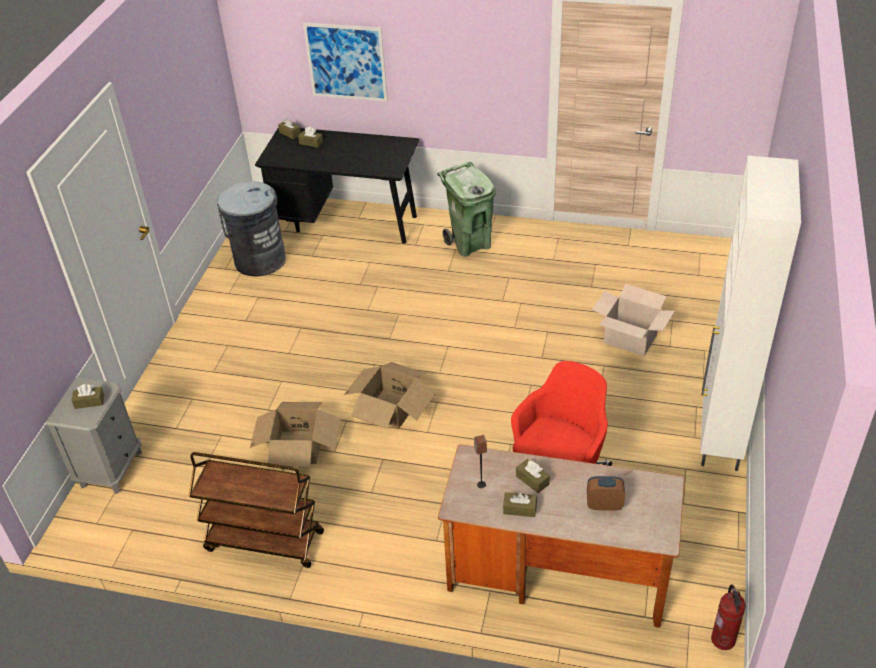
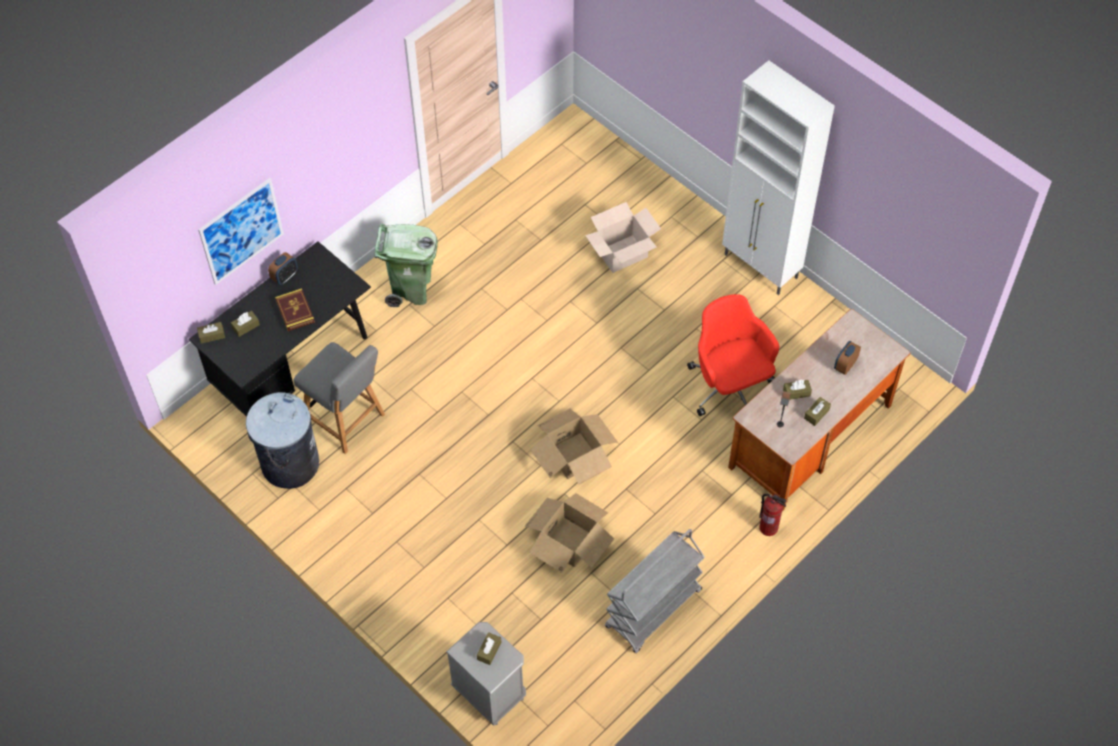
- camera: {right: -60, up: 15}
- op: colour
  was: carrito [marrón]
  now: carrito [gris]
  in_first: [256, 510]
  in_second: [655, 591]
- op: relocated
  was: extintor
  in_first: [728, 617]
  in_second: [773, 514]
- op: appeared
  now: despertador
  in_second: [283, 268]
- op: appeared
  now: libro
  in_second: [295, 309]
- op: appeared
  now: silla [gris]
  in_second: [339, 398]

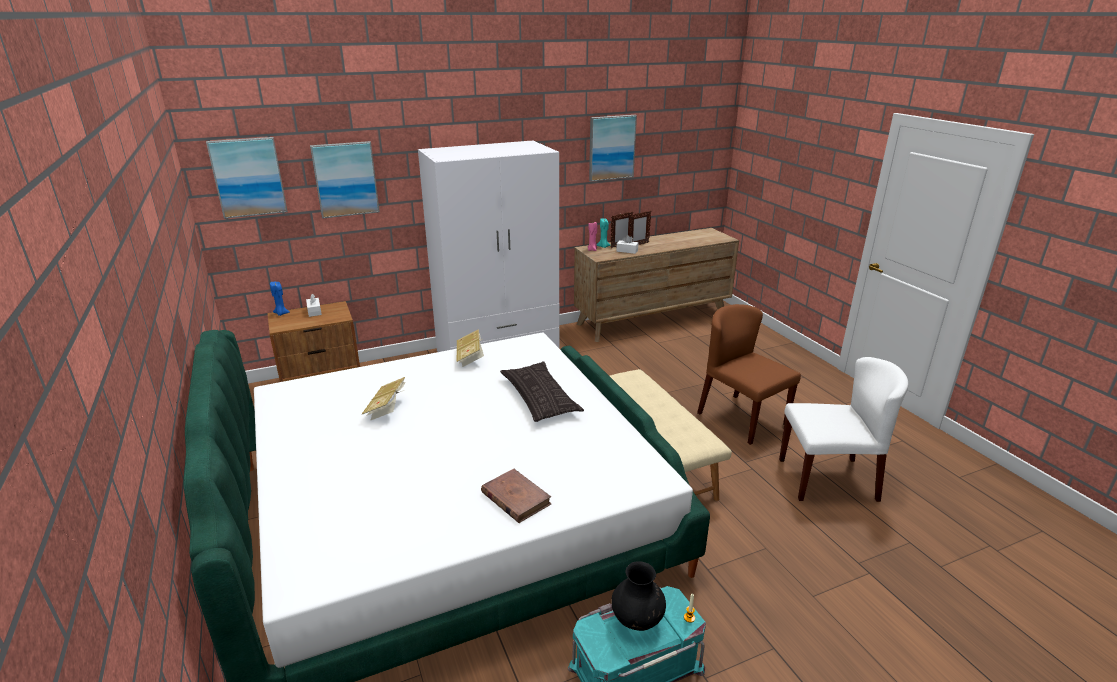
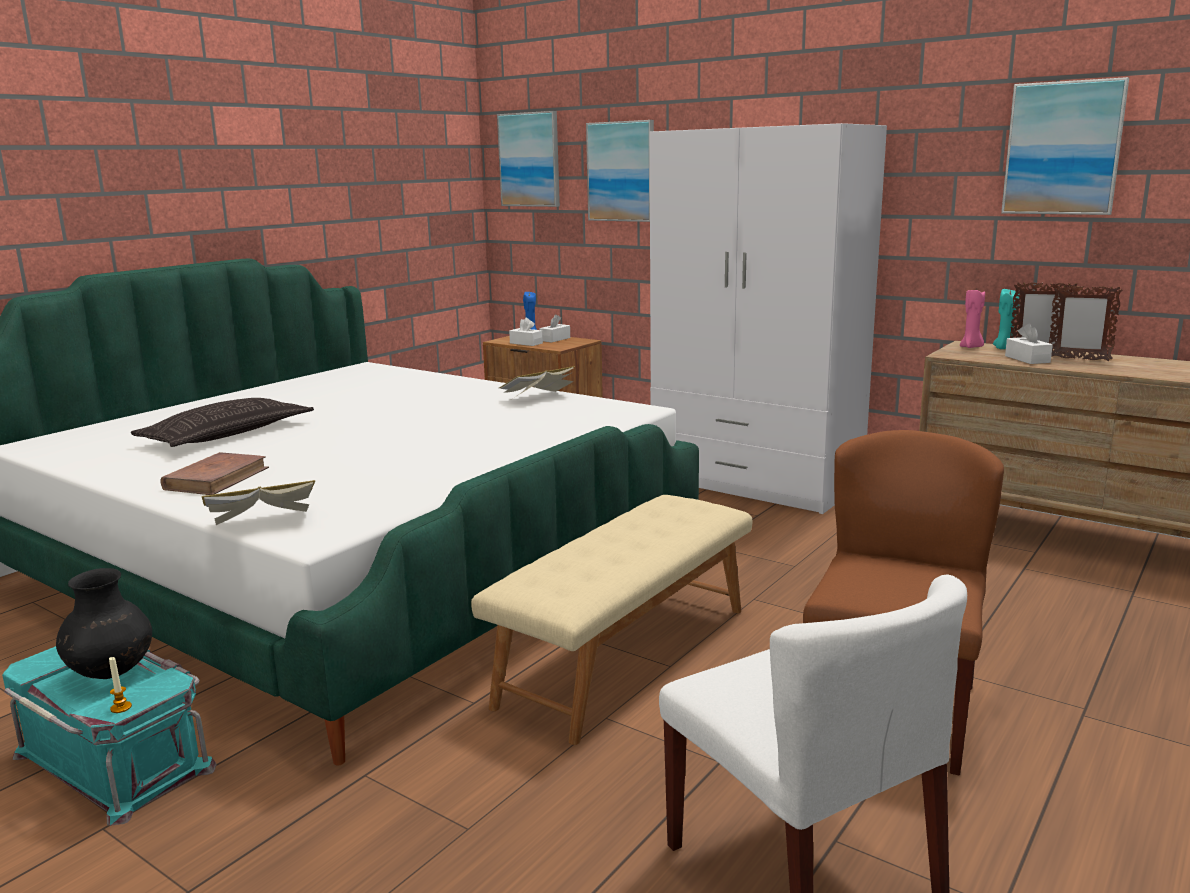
- camera: {right: 60, up: -10}
- op: relocated
  was: cojín
  in_first: [542, 391]
  in_second: [222, 422]
- op: relocated
  was: libro
  in_first: [383, 399]
  in_second: [258, 502]
- op: appeared
  now: caja de pañuelos [blanco]
  in_second: [526, 332]

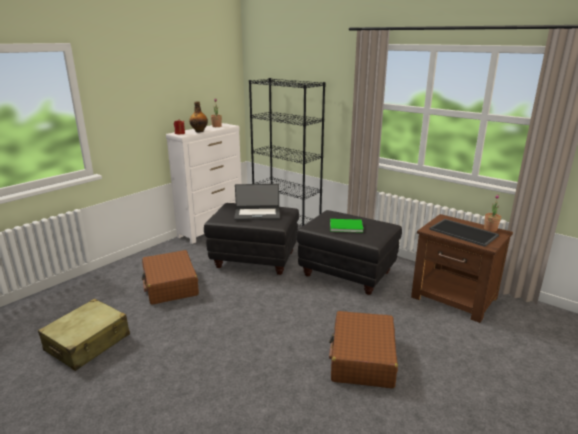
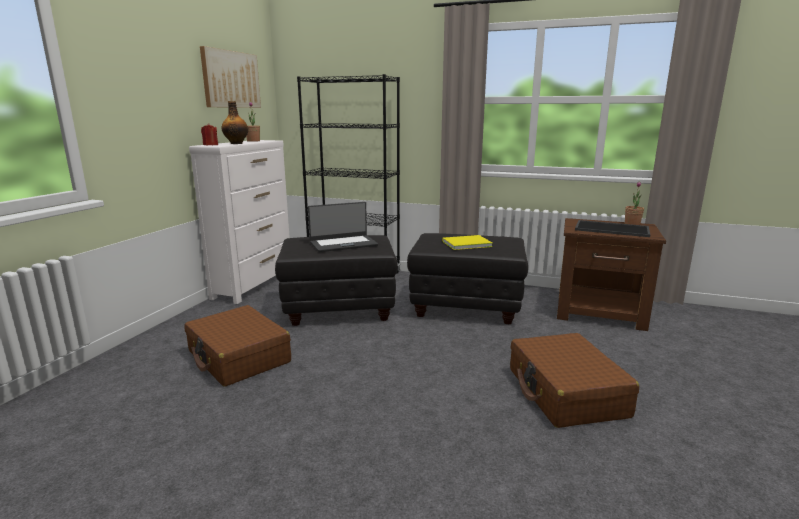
- camera: {right: -20, up: -5}
- op: colour
  was: libro [verde]
  now: libro [amarillo]
  in_first: [346, 226]
  in_second: [467, 242]
- op: missing
  was: maleta [beis]
  in_first: [84, 335]
- op: appeared
  now: cuadro
  in_second: [230, 77]

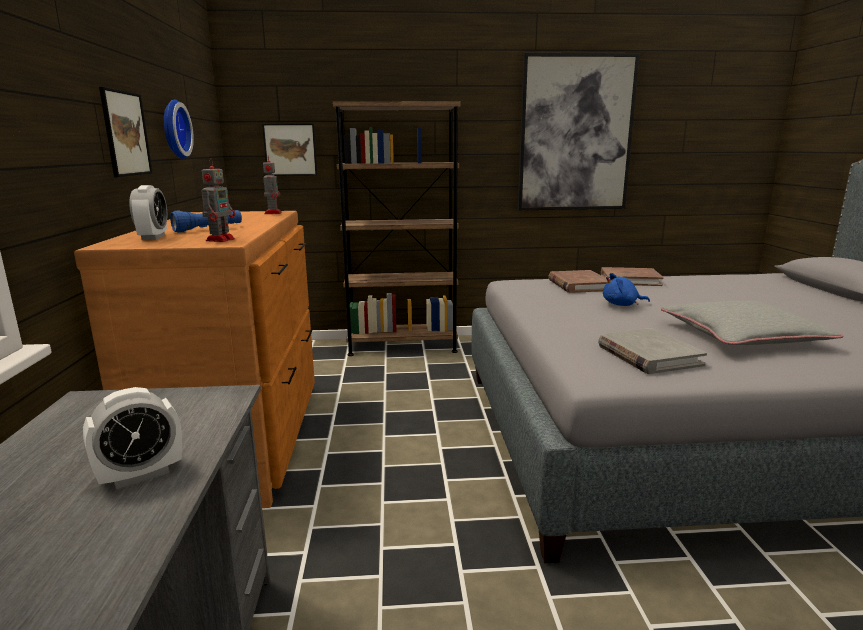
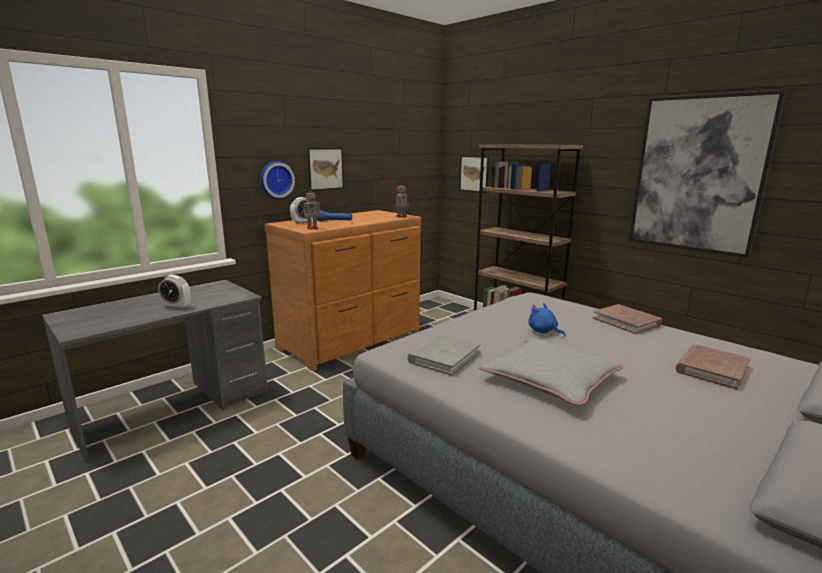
- camera: {right: 50, up: 0}
- op: relocated
  was: reloj de pared
  in_first: [179, 129]
  in_second: [277, 180]
- op: relocated
  was: libro [marrón]
  in_first: [578, 281]
  in_second: [712, 366]

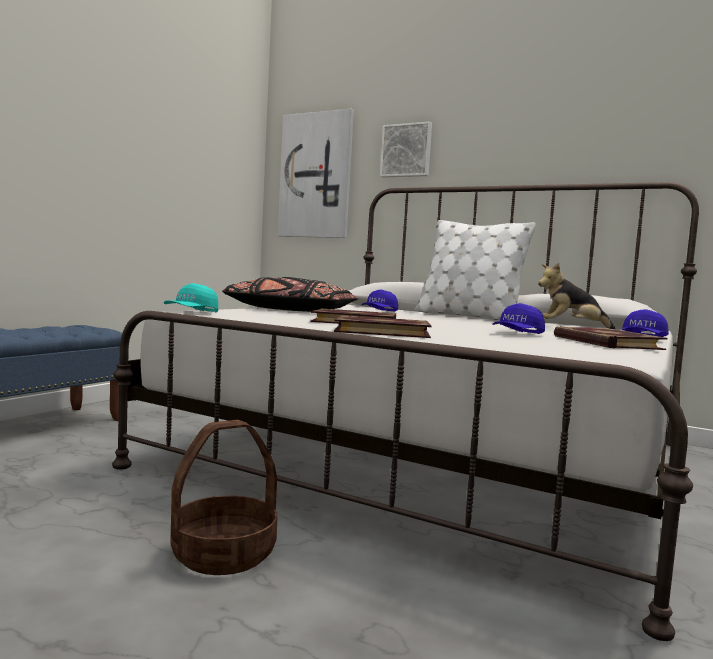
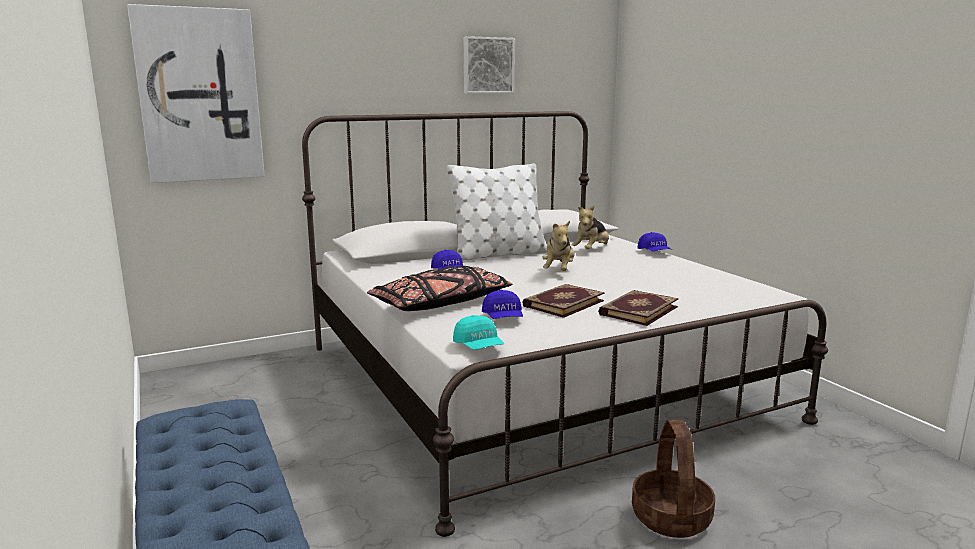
- camera: {right: -55, up: 10}
- op: relocated
  was: cuadro
  in_first: [406, 150]
  in_second: [489, 65]
- op: relocated
  was: gorra [azul]
  in_first: [518, 318]
  in_second: [502, 304]
- op: missing
  was: libro
  in_first: [610, 338]
- op: appeared
  now: peluche
  in_second: [559, 246]

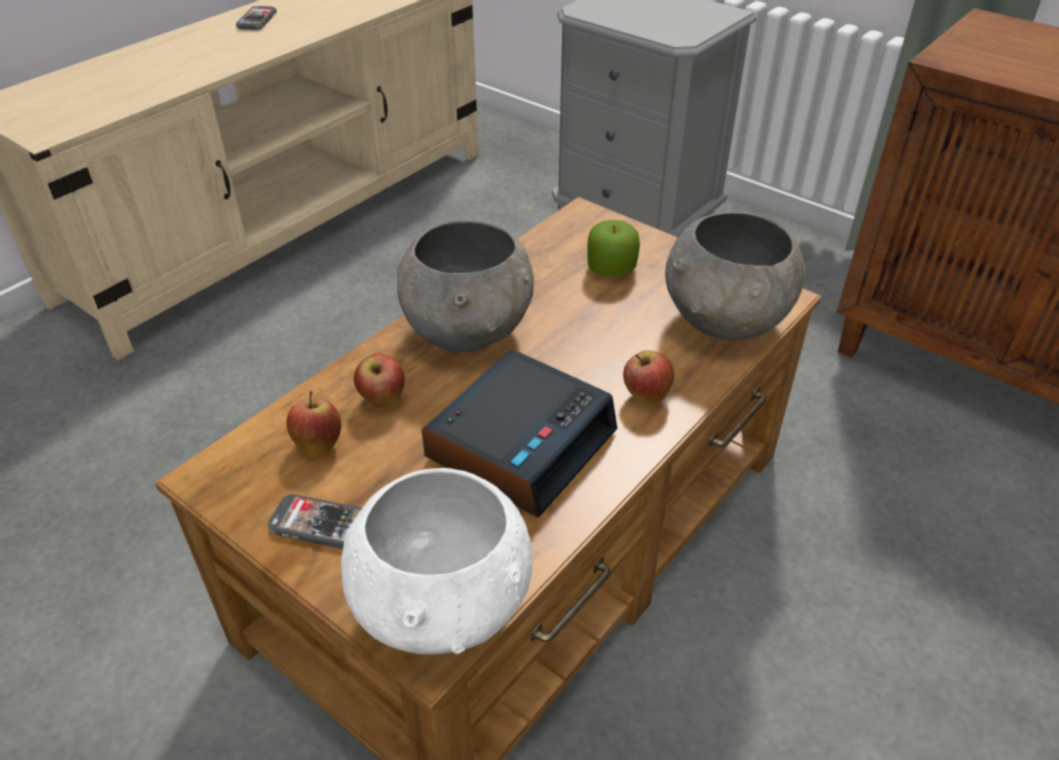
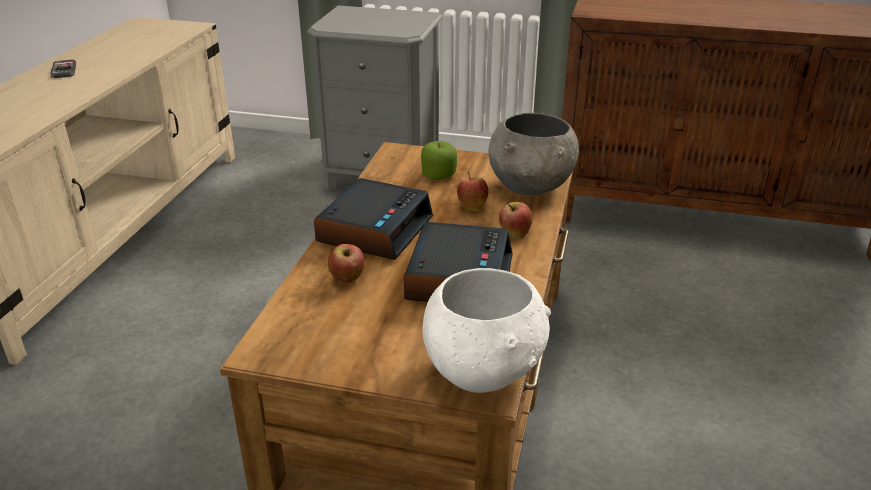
- camera: {right: -25, up: -10}
- op: exchanged
  was: cuenco [gris]
  now: despertador
  in_first: [465, 286]
  in_second: [373, 219]
- op: relocated
  was: manzana
  in_first: [314, 424]
  in_second: [472, 191]
- op: missing
  was: móvil
  in_first: [315, 521]

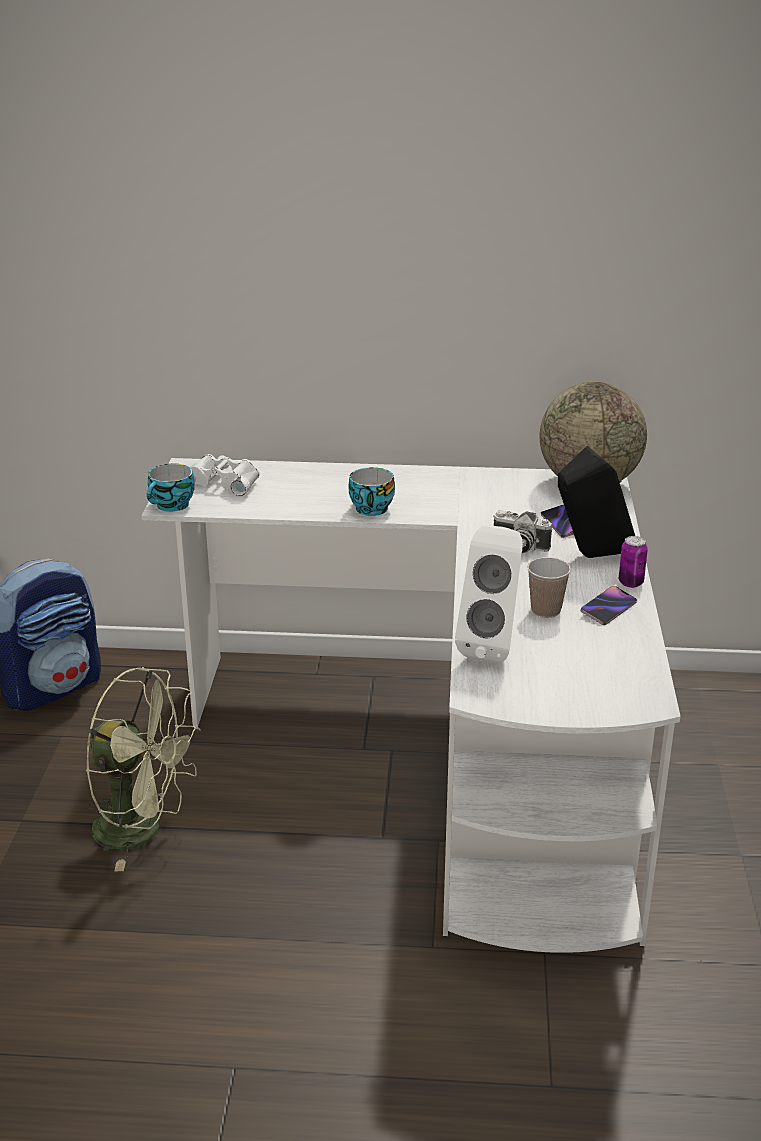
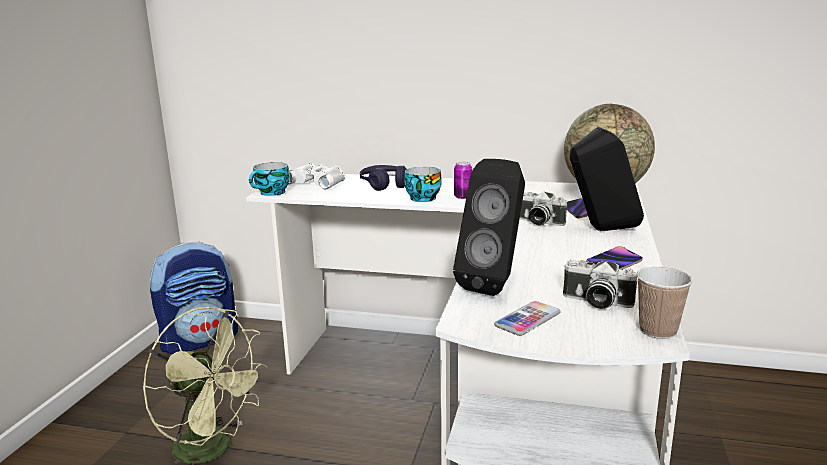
- camera: {right: 10, up: -10}
- op: colour
  was: altavoz [blanco]
  now: altavoz [negro]
  in_first: [489, 595]
  in_second: [489, 227]
- op: relocated
  was: lata
  in_first: [633, 562]
  in_second: [463, 180]
- op: relocated
  was: taza
  in_first: [549, 587]
  in_second: [665, 303]
- op: appeared
  now: auriculares [morado]
  in_second: [383, 178]
- op: appeared
  now: cámara
  in_second: [600, 284]
- op: appeared
  now: móvil
  in_second: [527, 318]

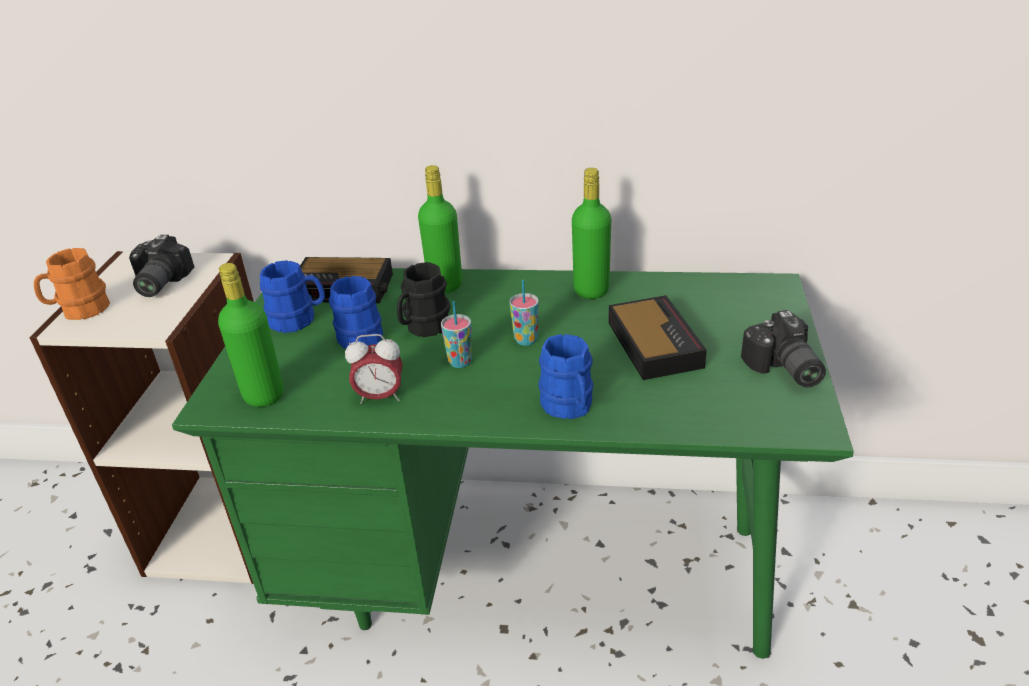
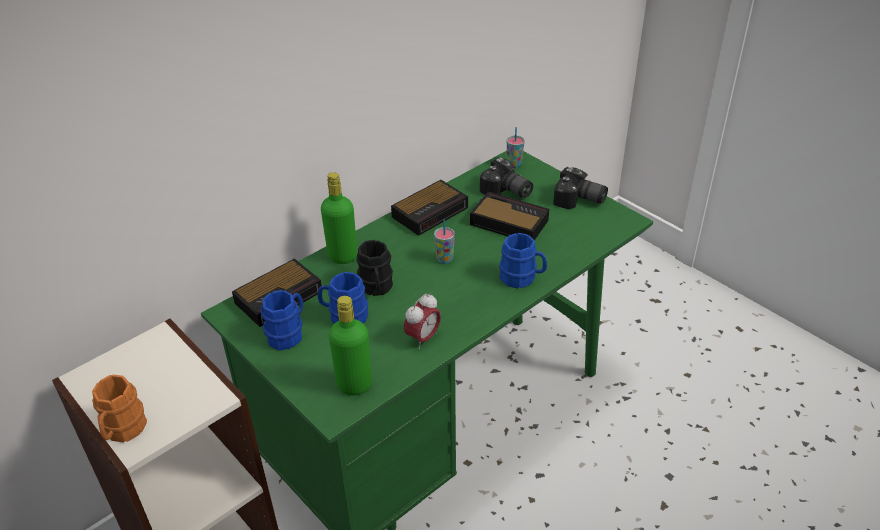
- camera: {right: -50, up: 5}
- op: exchanged
  was: botella [verde]
  now: despertador
  in_first: [591, 233]
  in_second: [429, 208]
- op: relocated
  was: cámara
  in_first: [161, 266]
  in_second: [506, 177]
- op: relocated
  was: taza
  in_first: [456, 334]
  in_second: [515, 147]

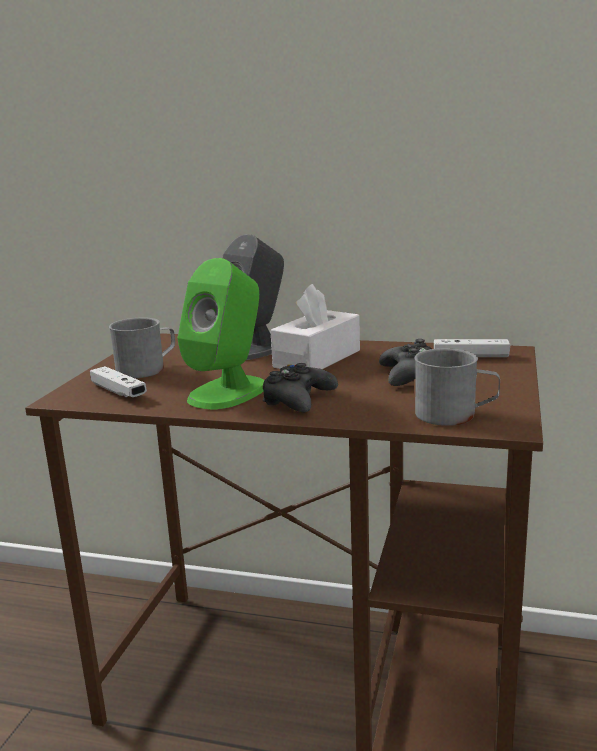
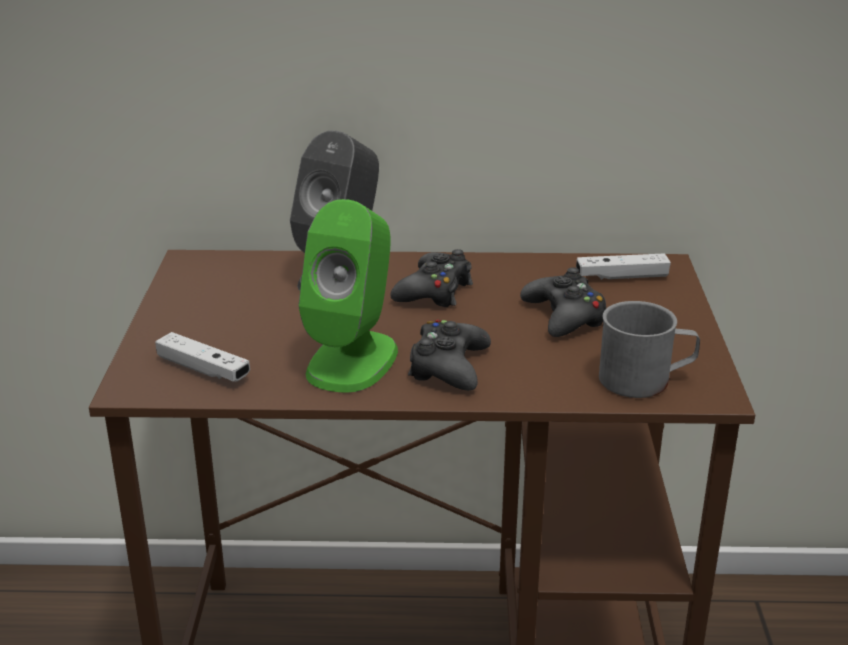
- camera: {right: -15, up: 10}
- op: exchanged
  was: caja de pañuelos [blanco]
  now: mando de consola [negro]
  in_first: [315, 326]
  in_second: [431, 278]
- op: missing
  was: taza grande [gris]
  in_first: [142, 348]

